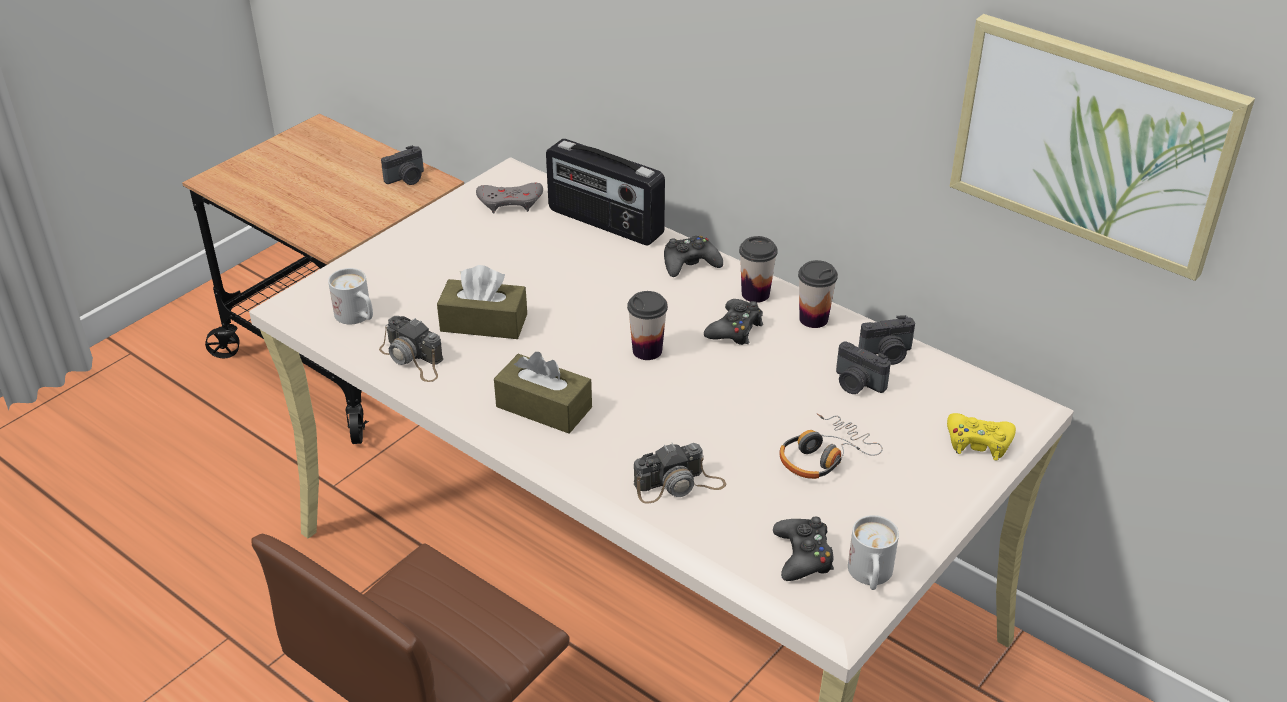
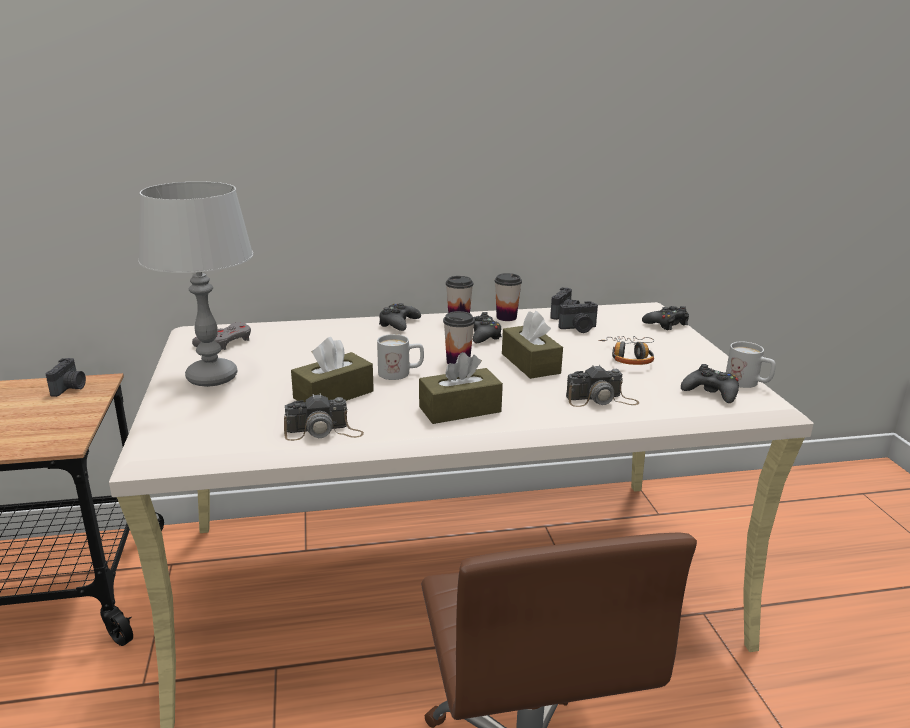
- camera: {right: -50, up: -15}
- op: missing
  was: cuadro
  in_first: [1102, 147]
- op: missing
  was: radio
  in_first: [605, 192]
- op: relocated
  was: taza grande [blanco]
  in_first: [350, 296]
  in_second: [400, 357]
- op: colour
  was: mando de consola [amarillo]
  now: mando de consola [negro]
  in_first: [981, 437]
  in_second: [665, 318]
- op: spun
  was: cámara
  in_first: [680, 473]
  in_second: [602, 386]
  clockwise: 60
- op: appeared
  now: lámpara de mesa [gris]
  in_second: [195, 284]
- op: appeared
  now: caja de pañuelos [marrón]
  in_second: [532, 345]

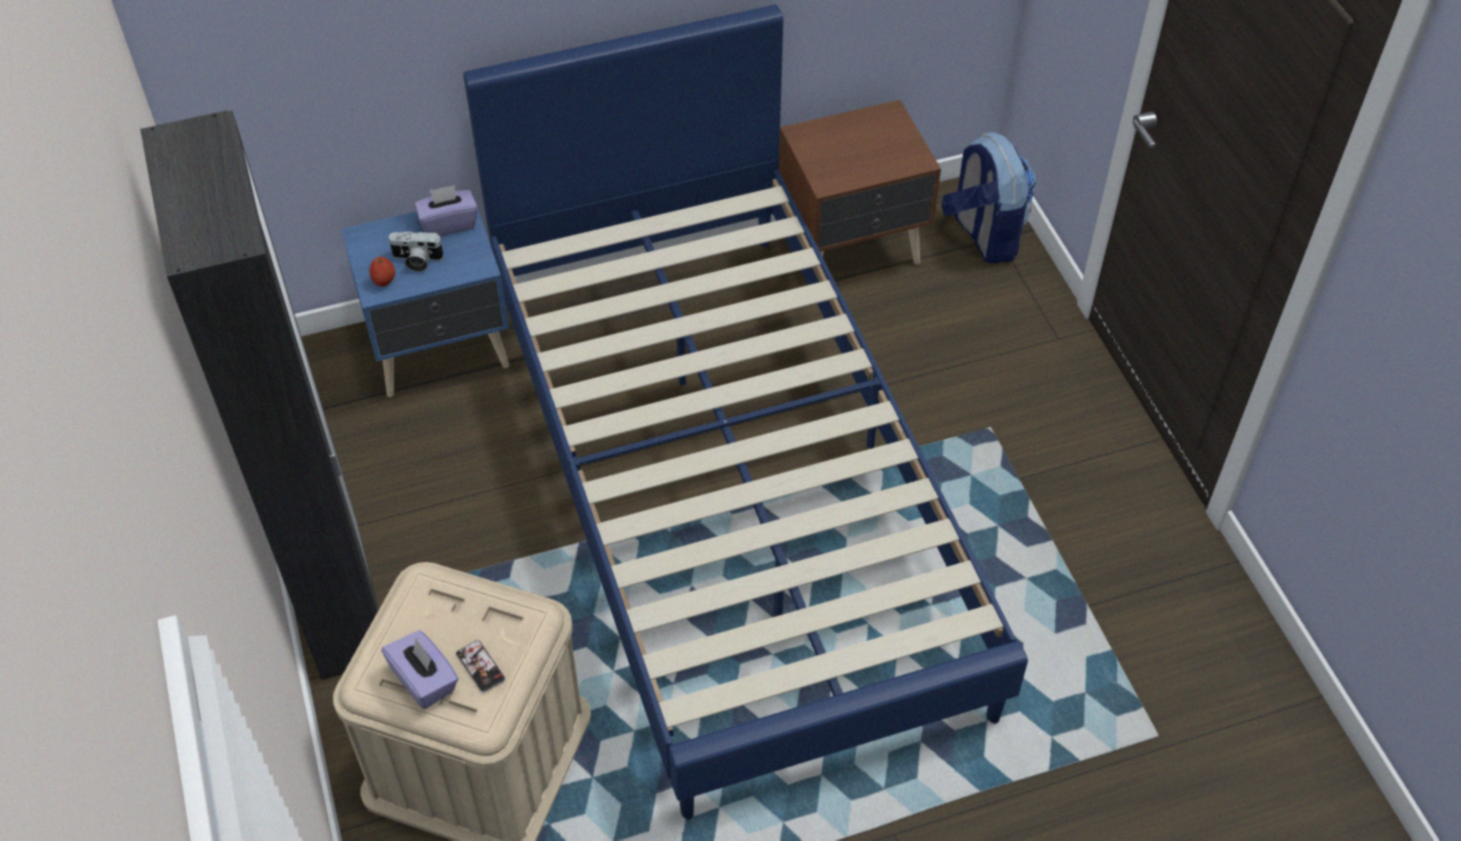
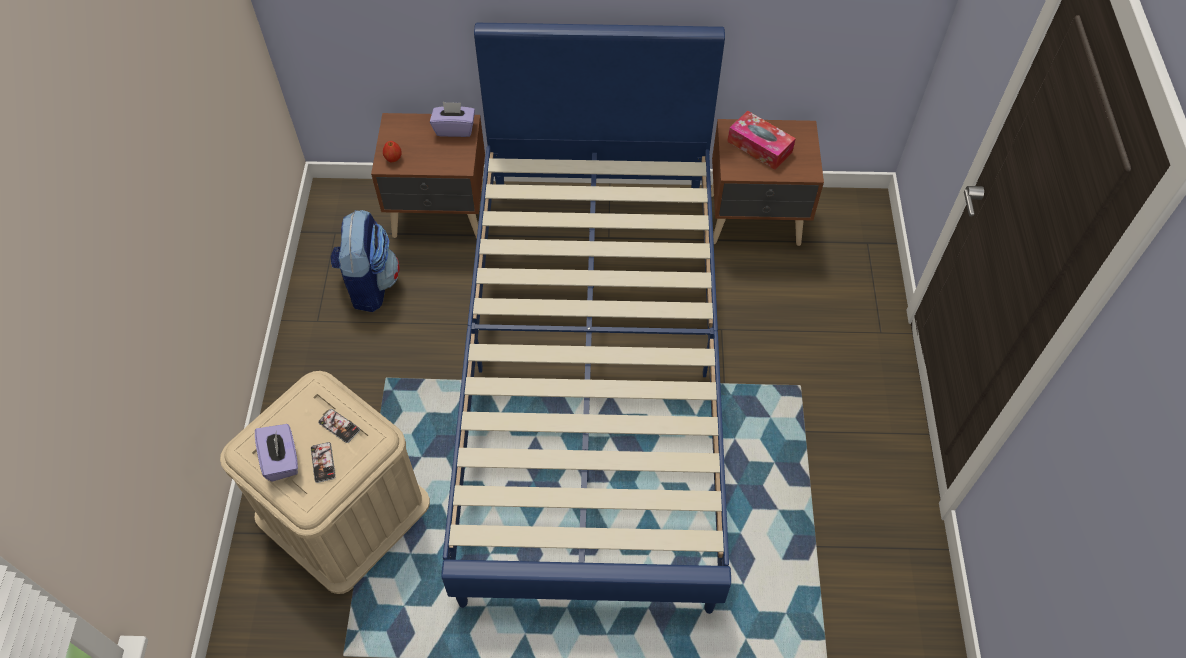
- camera: {right: 20, up: 5}
- op: missing
  was: armario ropero [negro]
  in_first: [259, 395]
- op: relocated
  was: mochila
  in_first: [989, 197]
  in_second: [365, 261]
- op: colour
  was: mesita de noche [azul]
  now: mesita de noche [marrón]
  in_first: [425, 298]
  in_second: [428, 176]
- op: missing
  was: cámara
  in_first: [416, 251]
- op: appeared
  now: caja de pañuelos
  in_second: [761, 140]
- op: appeared
  now: móvil
  in_second: [339, 426]

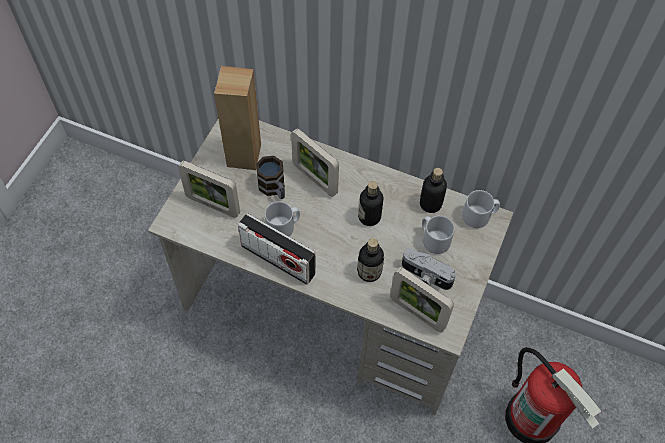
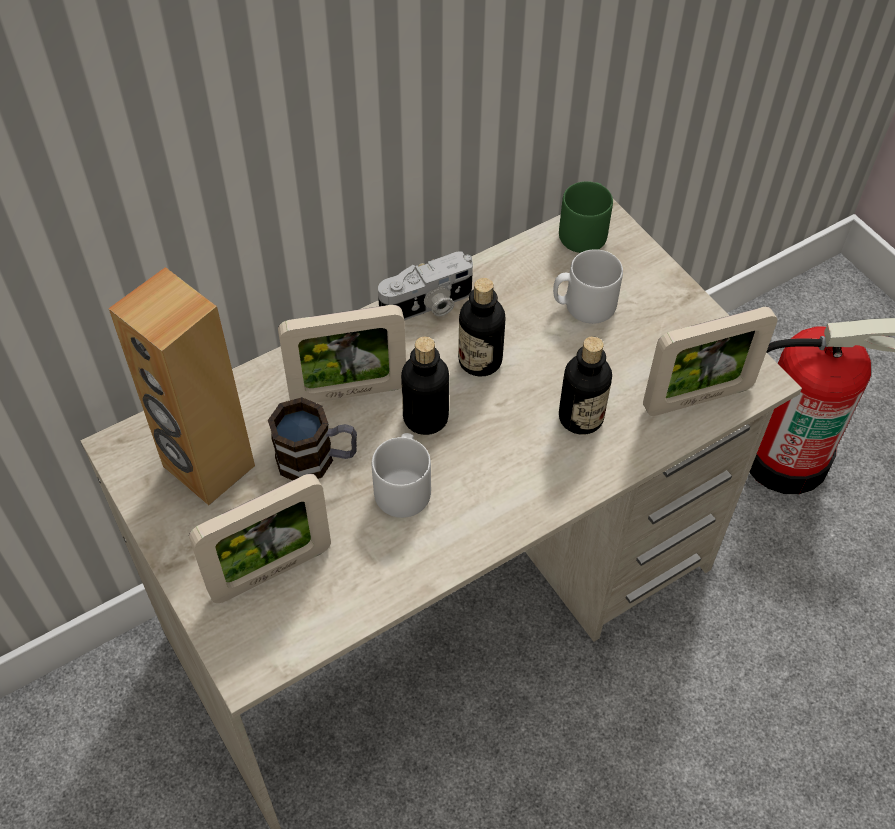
- camera: {right: -55, up: -5}
- op: relocated
  was: botella
  in_first: [433, 190]
  in_second: [425, 386]
- op: colour
  was: taza grande [gris]
  now: taza grande [verde]
  in_first: [481, 209]
  in_second: [586, 217]
- op: missing
  was: radio
  in_first: [277, 249]
- op: relocated
  was: cámara
  in_first: [429, 269]
  in_second: [425, 285]

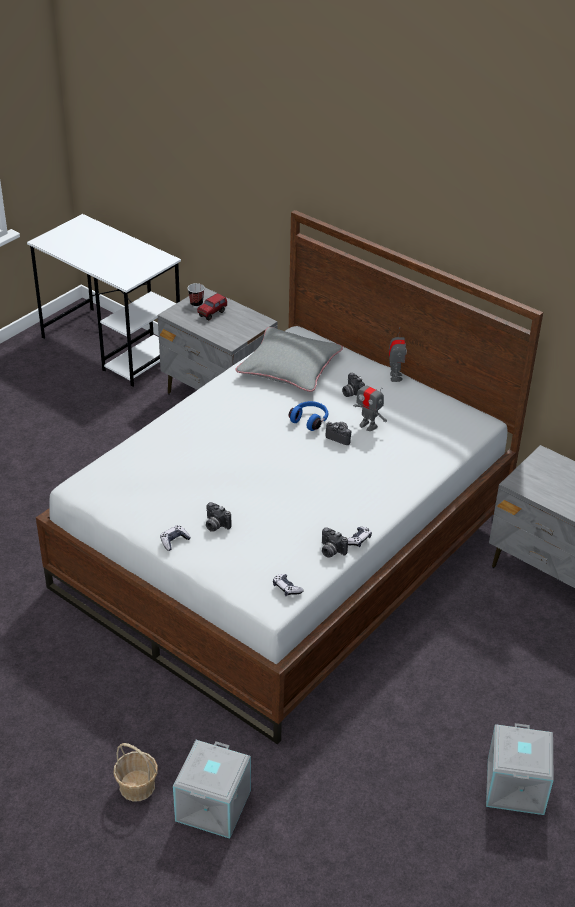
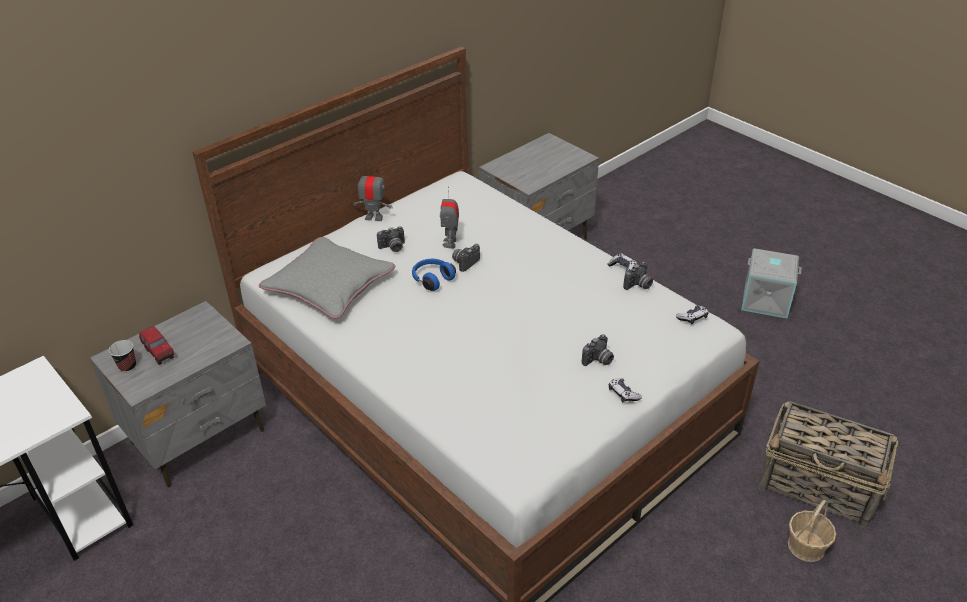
- camera: {right: -80, up: 0}
- op: spun
  was: robot de juguete
  in_first: [370, 403]
  in_second: [449, 217]
  clockwise: 135
- op: exchanged
  was: caja de almacenaje [gris]
  now: cesta
  in_first: [212, 789]
  in_second: [828, 464]

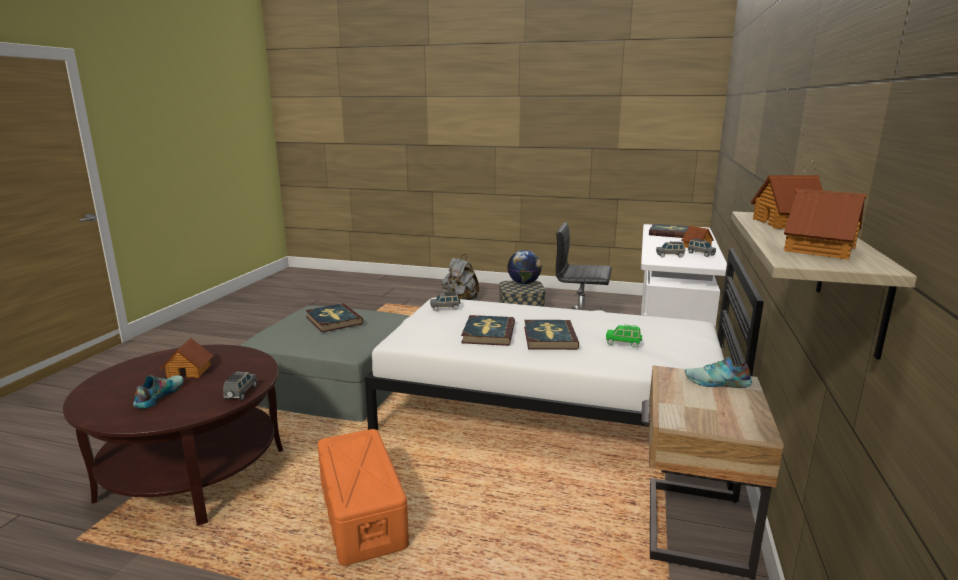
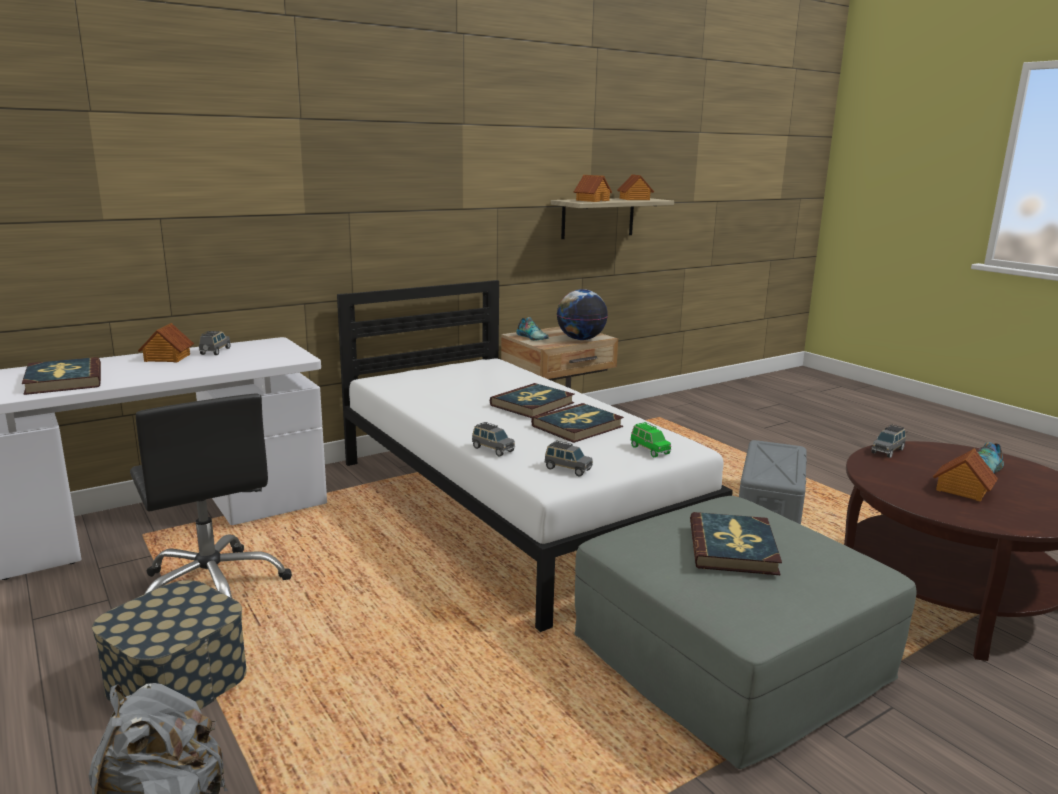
- camera: {right: -140, up: 0}
- op: relocated
  was: coche de juguete [gris]
  in_first: [670, 249]
  in_second: [493, 439]
- op: relocated
  was: globo terráqueo
  in_first: [524, 267]
  in_second: [582, 314]
- op: relocated
  was: coche de juguete [verde]
  in_first: [624, 336]
  in_second: [650, 439]
- op: colour
  was: caja de almacenaje [naranja]
  now: caja de almacenaje [gris]
  in_first: [363, 497]
  in_second: [773, 482]

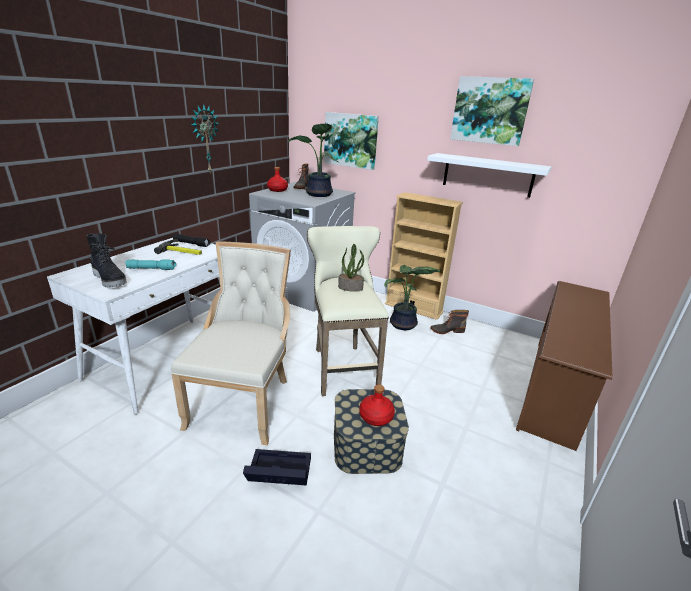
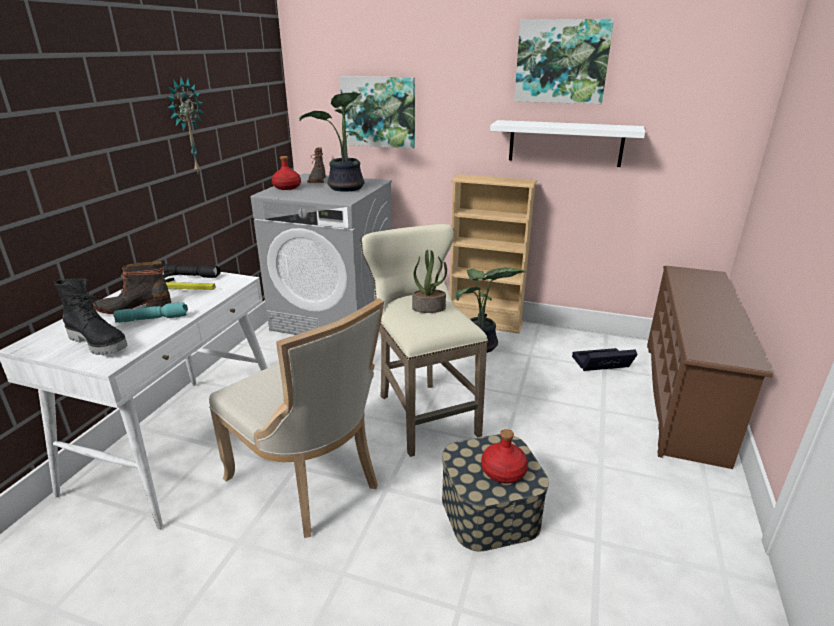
- camera: {right: -10, up: 0}
- op: spun
  was: silla [beis]
  in_first: [231, 343]
  in_second: [296, 418]
  clockwise: 135
- op: relocated
  was: bota
  in_first: [450, 322]
  in_second: [132, 288]
- op: relocated
  was: caja de almacenaje [negro]
  in_first: [277, 467]
  in_second: [605, 359]

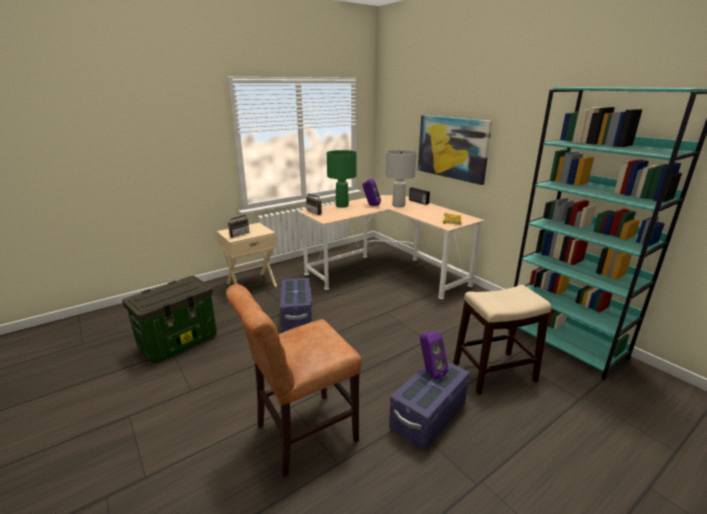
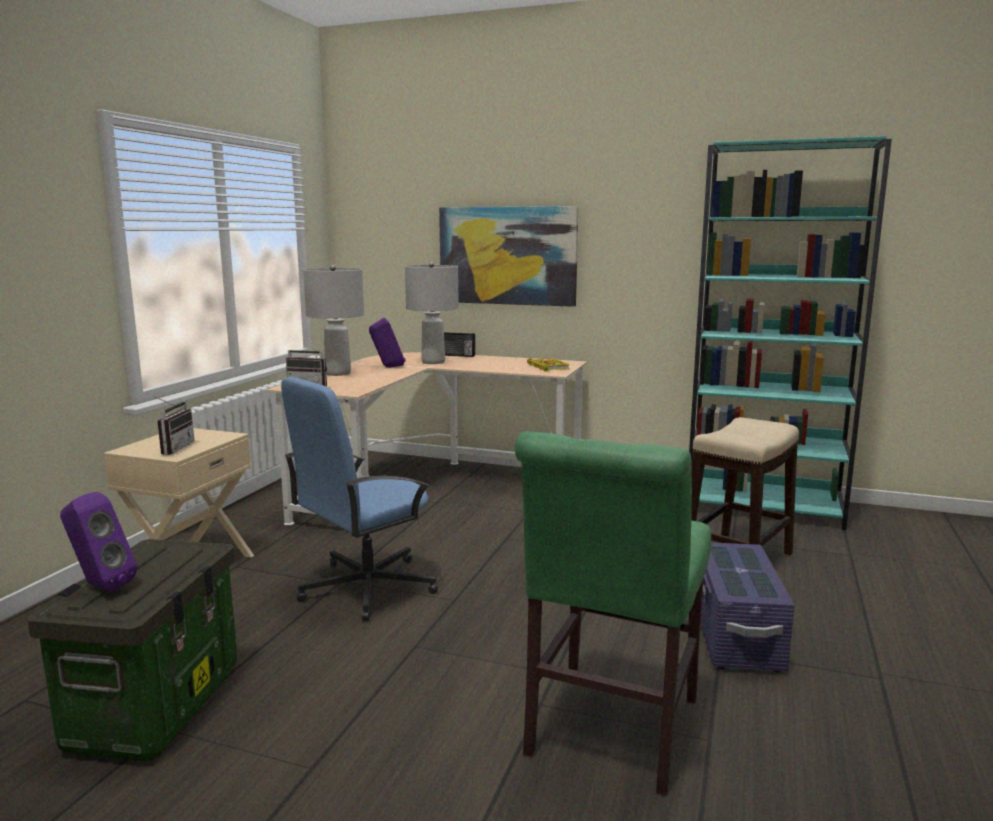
- camera: {right: -35, up: -10}
- op: colour
  was: lámpara de mesa [verde]
  now: lámpara de mesa [gris]
  in_first: [342, 179]
  in_second: [333, 320]
- op: exchanged
  was: caja de almacenaje [morado]
  now: silla de oficina [azul]
  in_first: [296, 305]
  in_second: [359, 499]
- op: colour
  was: silla [marrón]
  now: silla [verde]
  in_first: [294, 380]
  in_second: [613, 613]
- op: relocated
  was: altavoz [morado]
  in_first: [434, 355]
  in_second: [98, 541]

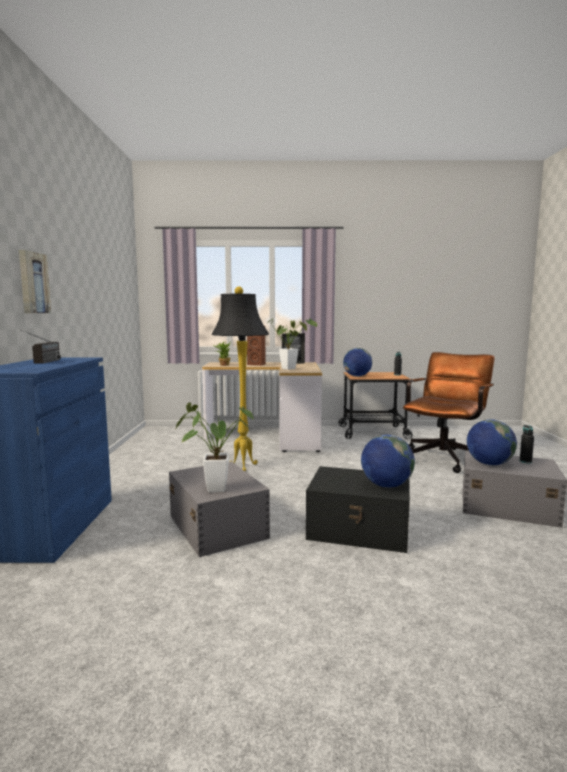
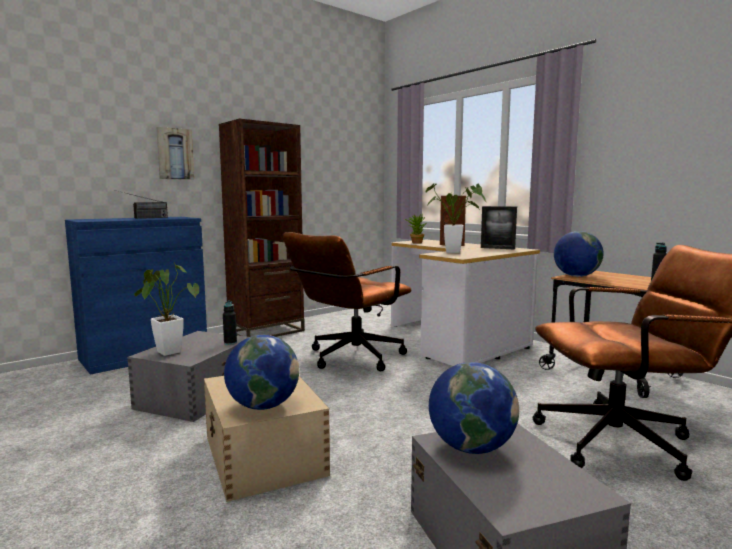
- camera: {right: 50, up: 0}
- op: exchanged
  was: lámpara de pie [negro]
  now: silla de oficina [marrón]
  in_first: [240, 379]
  in_second: [347, 301]
- op: relocated
  was: botella [negro]
  in_first: [527, 444]
  in_second: [230, 323]
- op: colour
  was: caja de almacenaje [negro]
  now: caja de almacenaje [beis]
  in_first: [358, 509]
  in_second: [267, 439]
- op: appeared
  now: estantería [marrón]
  in_second: [262, 228]

